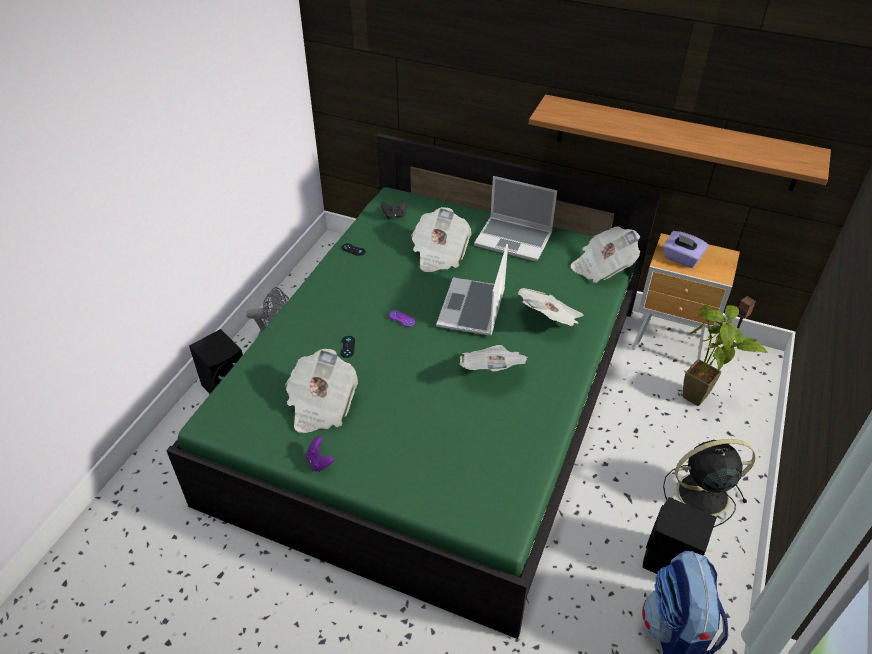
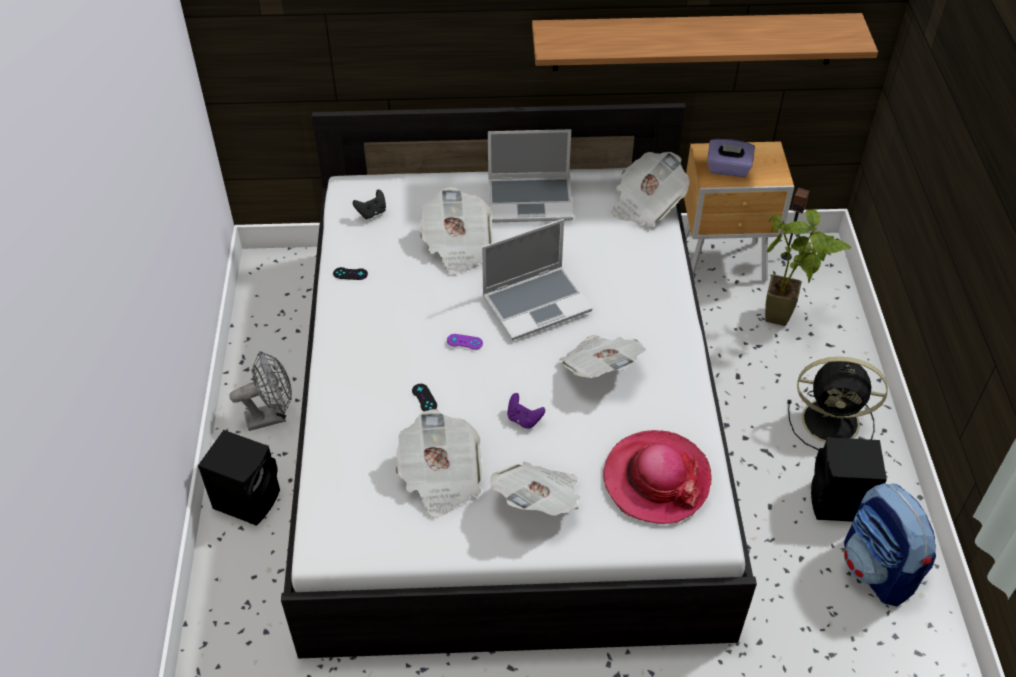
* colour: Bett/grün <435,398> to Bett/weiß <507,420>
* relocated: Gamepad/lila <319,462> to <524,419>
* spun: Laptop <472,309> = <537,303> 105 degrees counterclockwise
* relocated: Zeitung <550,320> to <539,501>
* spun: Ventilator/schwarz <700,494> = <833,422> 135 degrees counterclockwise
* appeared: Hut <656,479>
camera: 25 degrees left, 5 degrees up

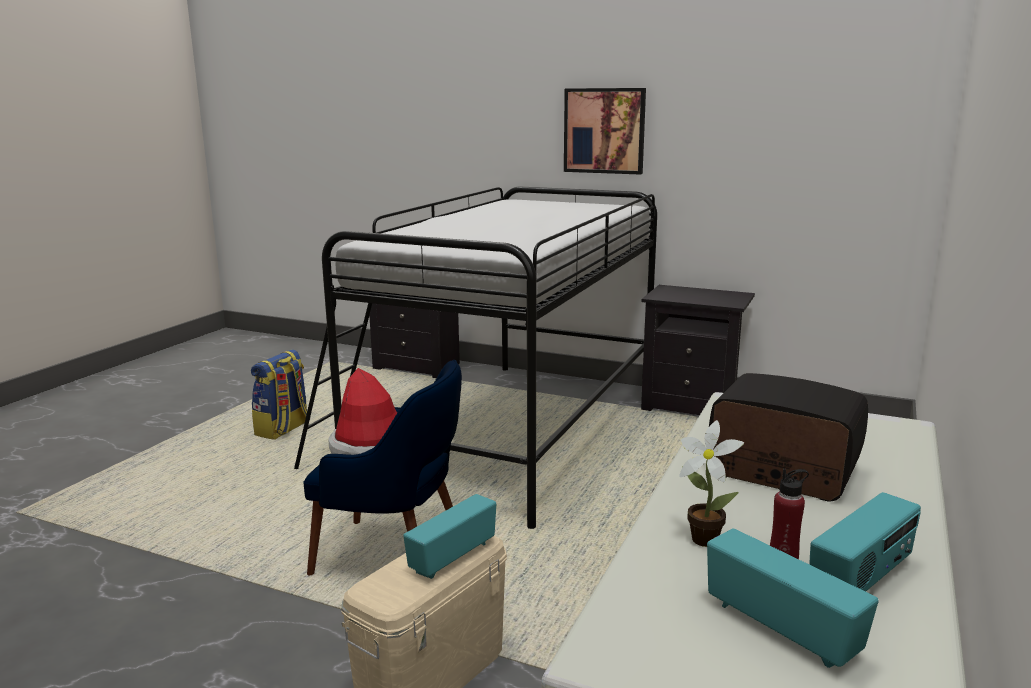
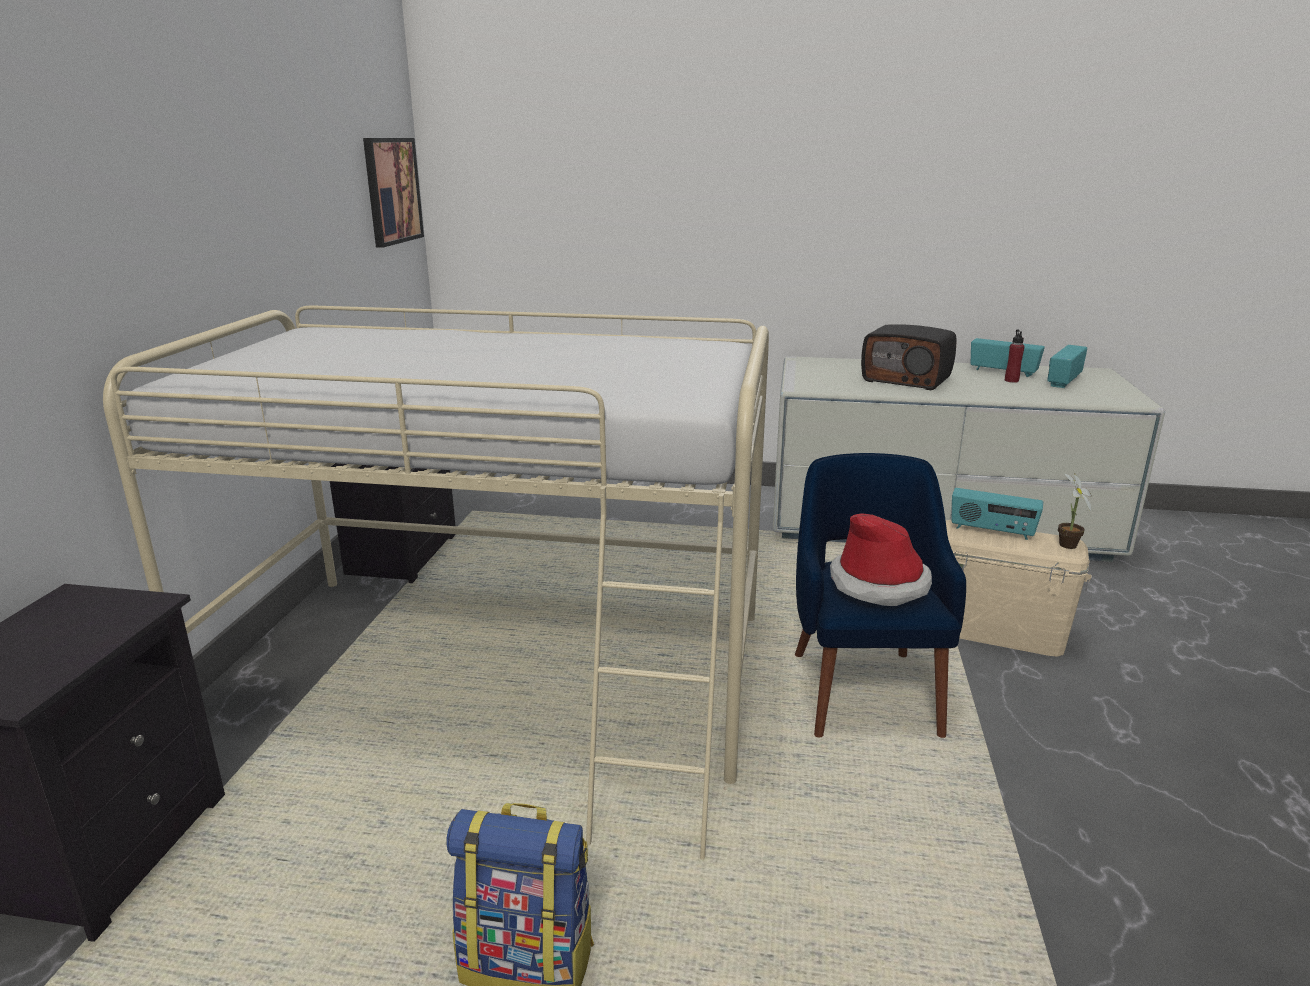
* colour: Bett/schwarz <509,432> to Bett/beige <500,669>
* relocated: Bild <604,131> to <392,191>
* relocated: Topfpflanze <701,537> to <1066,546>
* spun: Radio <781,471> = <907,379> 75 degrees counterclockwise
camera: 105 degrees left, 5 degrees up

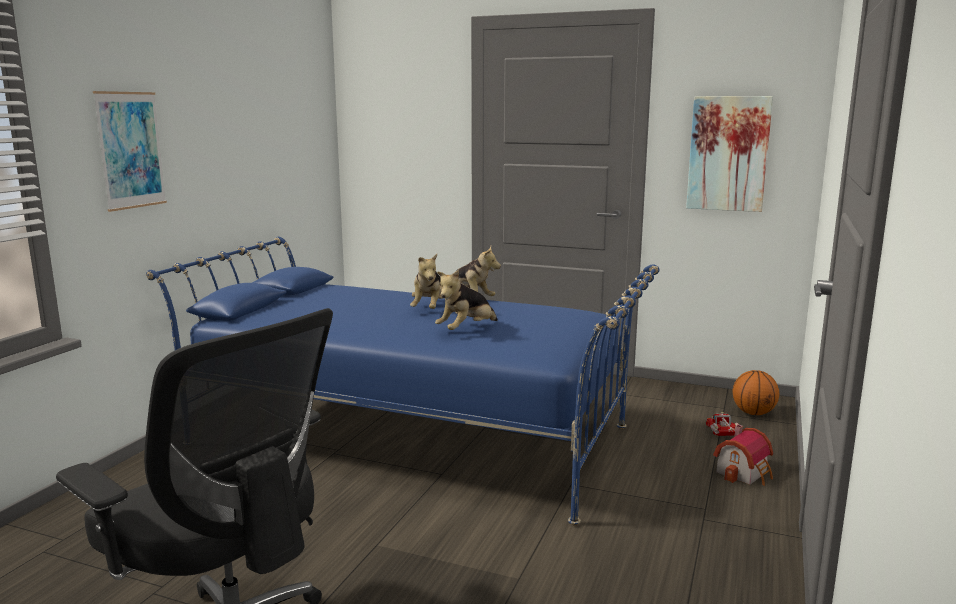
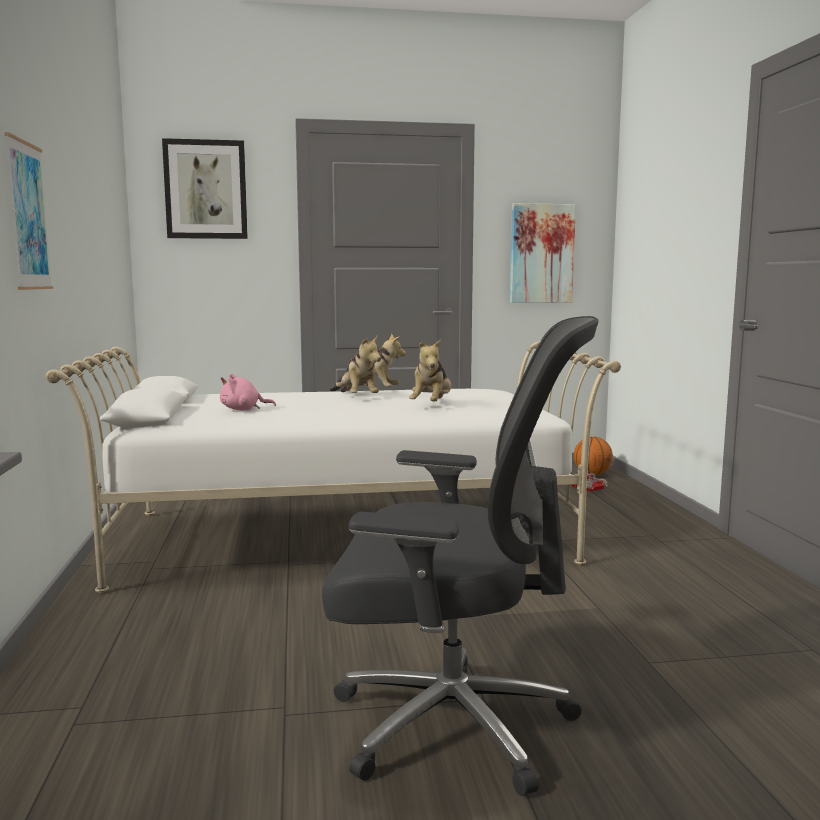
* colour: Bett/blau <410,436> to Bett/weiß <344,538>
* missing: Spielzeughaus <745,473>
* appeared: Bild <206,190>
* appeared: Plüschtier/rosa <243,410>
camera: 30 degrees left, 5 degrees down

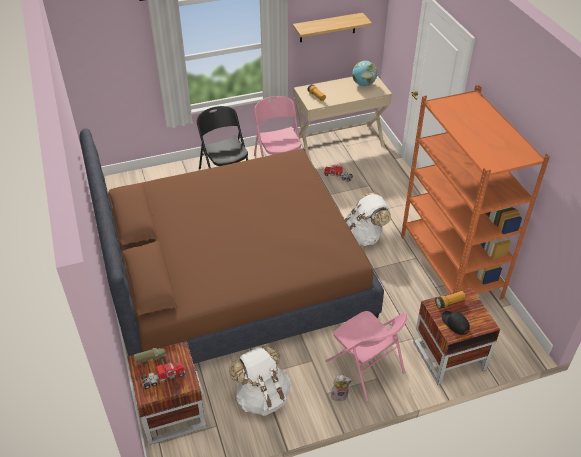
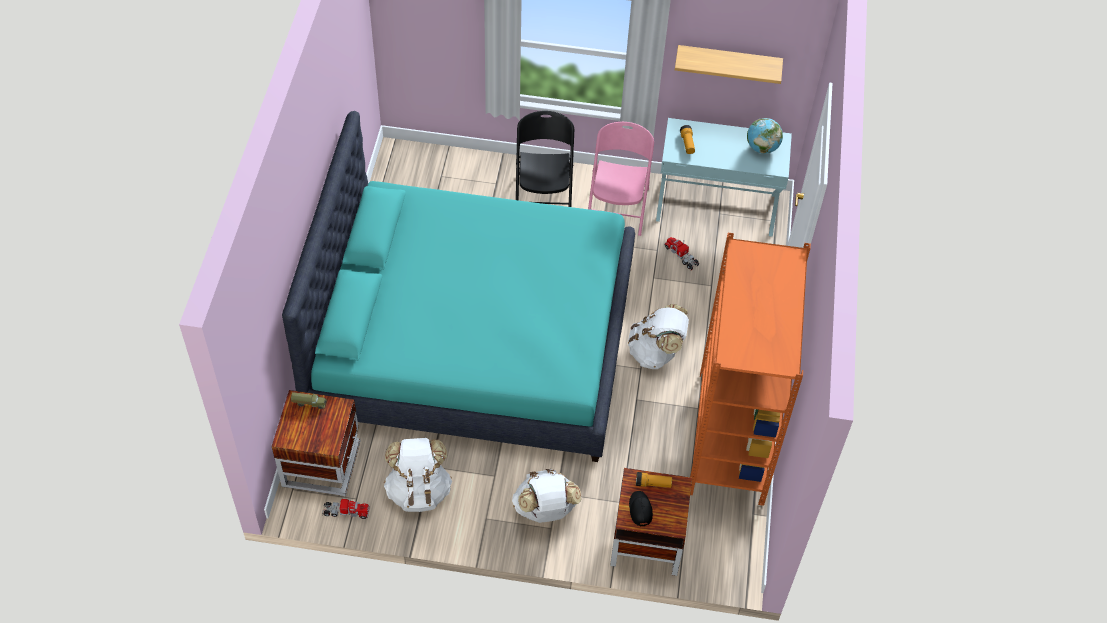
* colour: Bett/braun <234,276> to Bett/türkis <472,338>
* relocated: Spielzeuglaster <163,378> to <346,512>
* colour: Schreibtisch/beige <339,143> to Schreibtisch/türkis <716,206>
* exchanged: Stuhl/rosa <365,367> to Rucksack/weiß <545,510>
* missing: Plüschtier <339,395>
camera: 25 degrees right, 10 degrees up

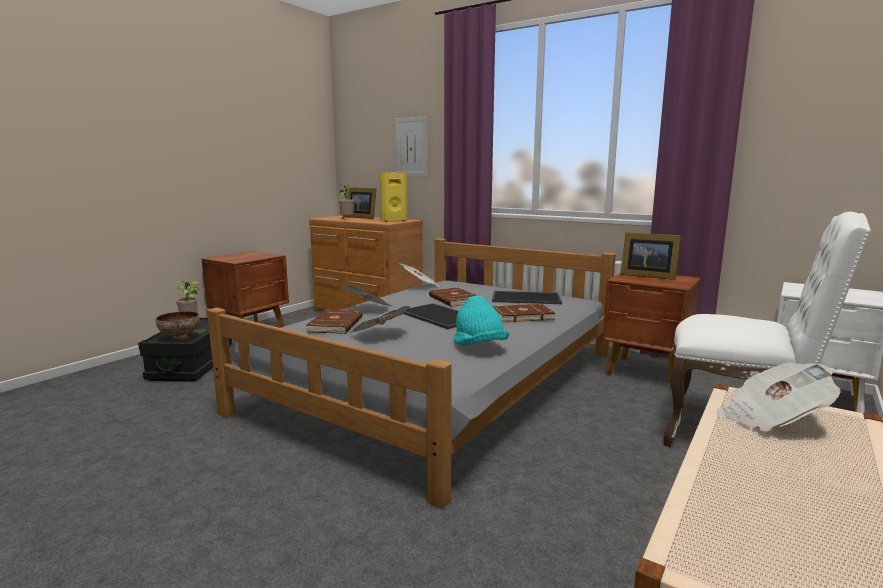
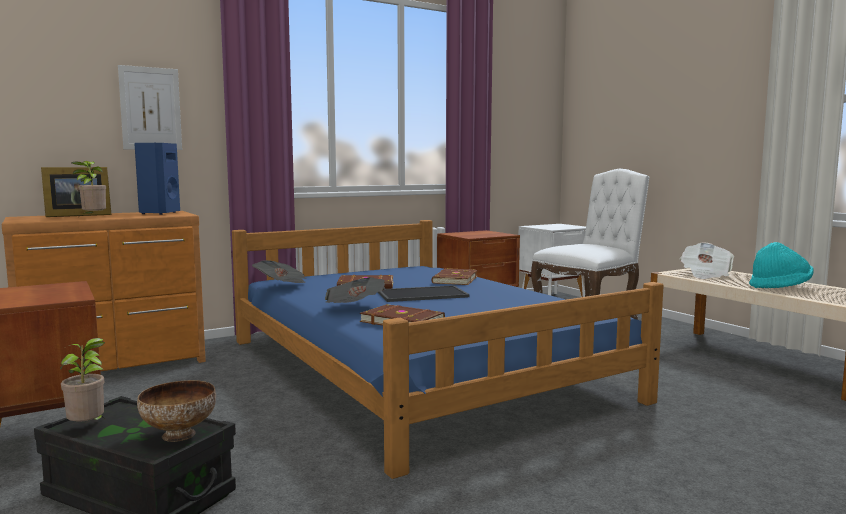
* colour: Bett/grau <440,381> to Bett/blau <418,368>
* missing: Zeitung <380,335>
* colour: Lautsprecher/gelb <393,220> to Lautsprecher/blau <158,213>
* relocated: Hut/türkis <479,347> to <780,287>
* missing: Tablett <526,298>
* missing: Bilderrahmen <646,276>
camera: 65 degrees left, 5 degrees down

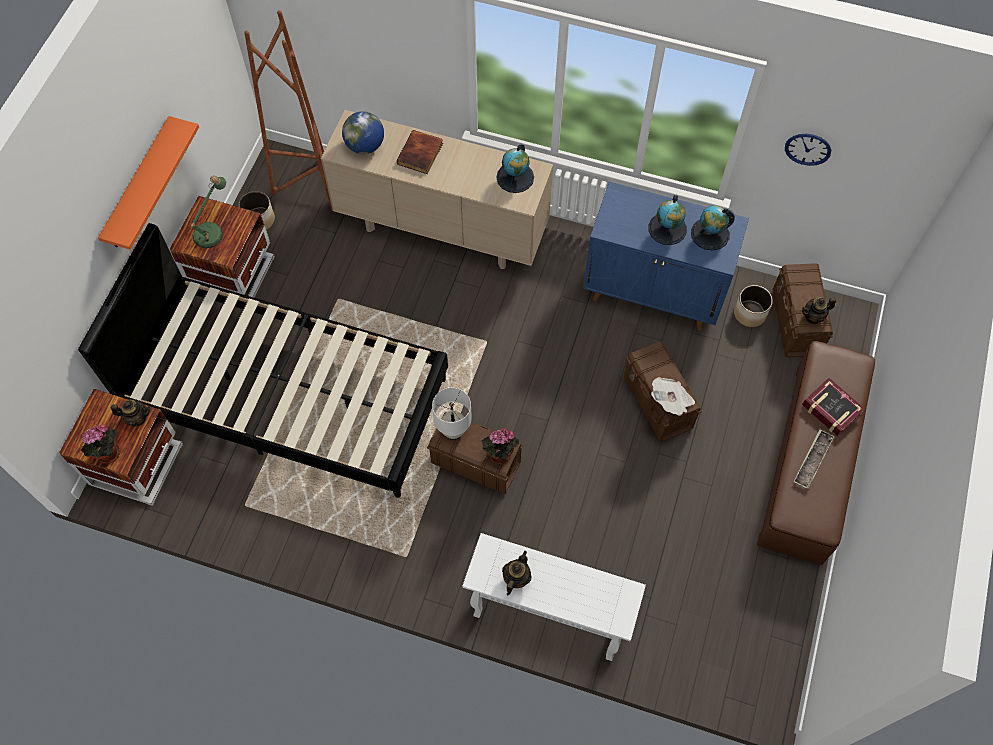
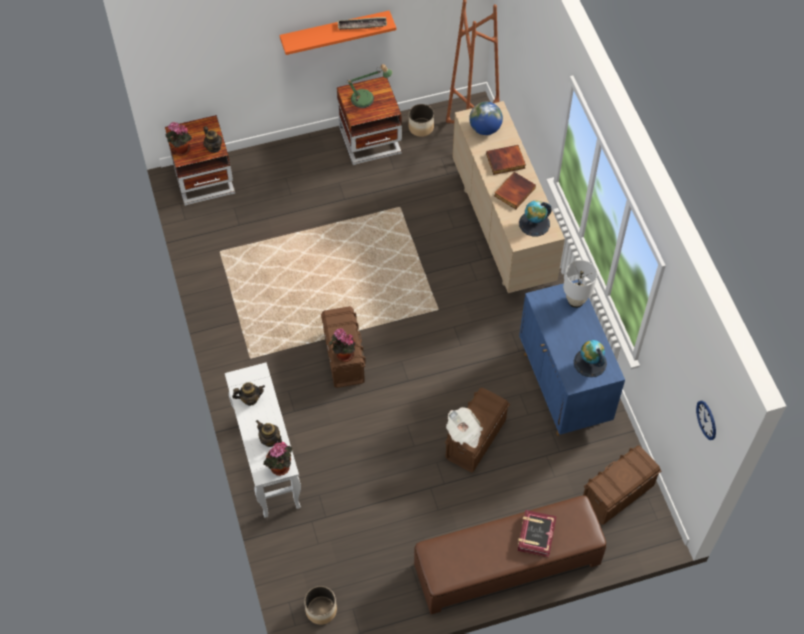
* missing: Bett/schwarz <288,395>
* relocated: Tischlampe/weiß <453,430> to <575,301>
* missing: Globus <667,228>
* relocated: Pflanzkübel <749,314> to <320,610>
* relocated: Wanduhr <807,149> to <706,420>
* relocated: Tablett <812,461> to <362,25>
* relocated: Teekanne <813,317> to <270,440>
* appeared: Topfpflanze <280,469>
* appeared: Buch <514,191>
camera: 55 degrees right, 5 degrees down

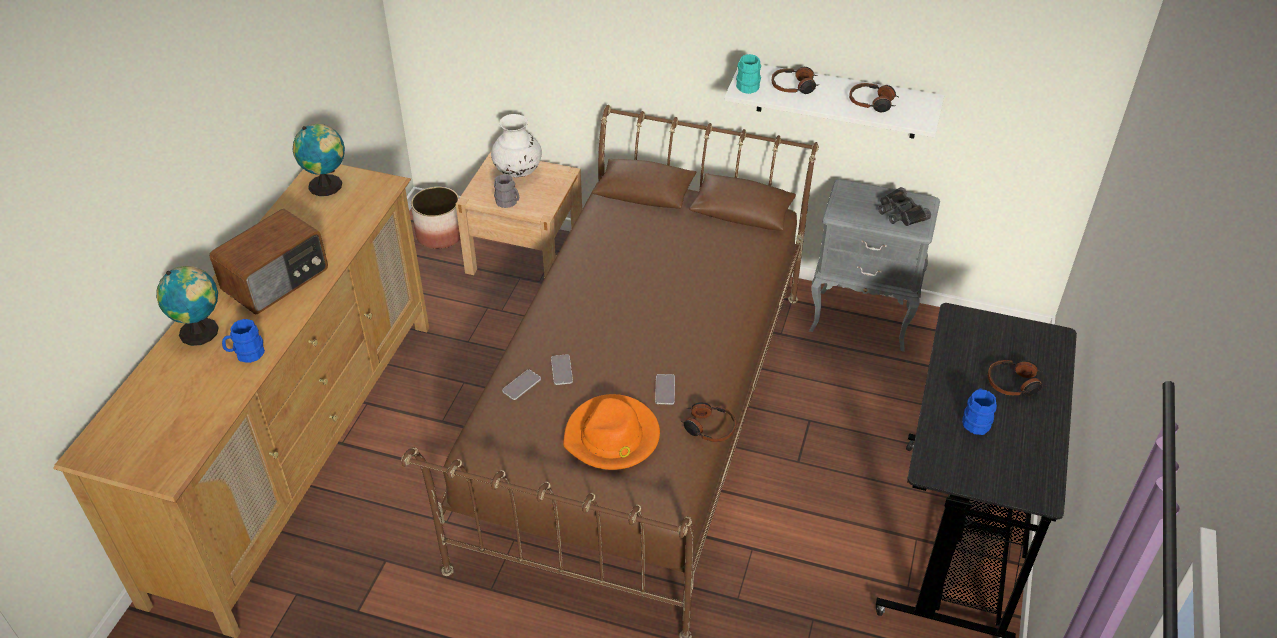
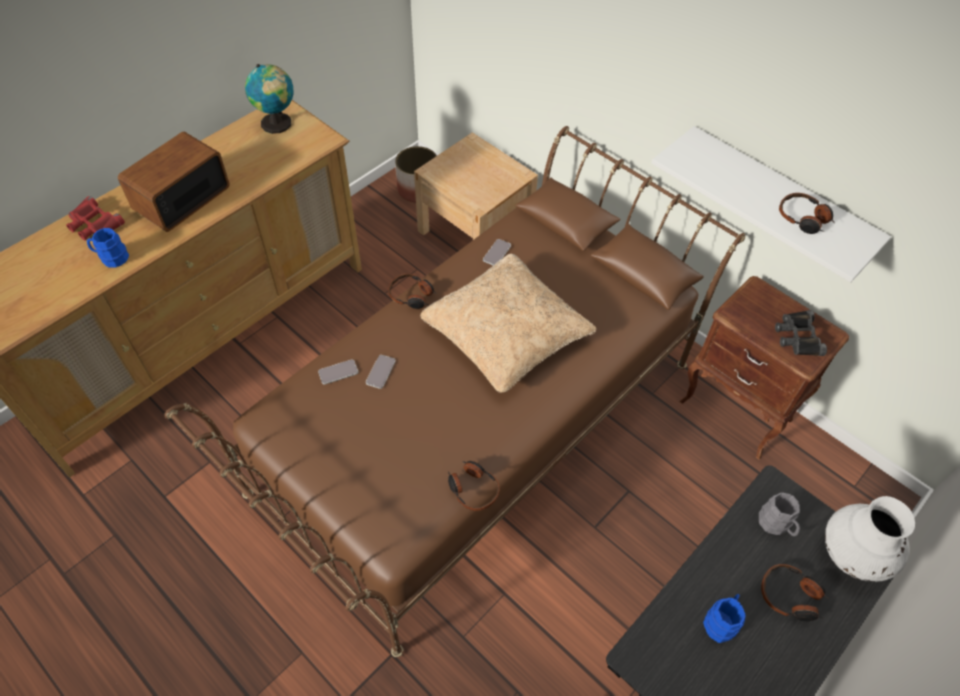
* exchanged: Globus <202,332> to Fernglas/rot <94,224>
* spun: Radio <277,280> = <180,198> 150 degrees clockwise
* relocated: Vase/weiß <518,172> to <852,555>
* relocated: Henkelbecher/grau <508,203> to <776,525>
* missing: Hut/orange <612,437>
* relocated: Handy <665,390> to <497,253>
* missing: Henkelbecher/türkis <749,85>
* relocated: Kopfhörer <794,87> to <412,295>
* colour: Nachttisch/grau <862,320> to Nachttisch/braun <736,411>
* appeared: Kissen/beige <506,333>
camera: 25 degrees right, 10 degrees up

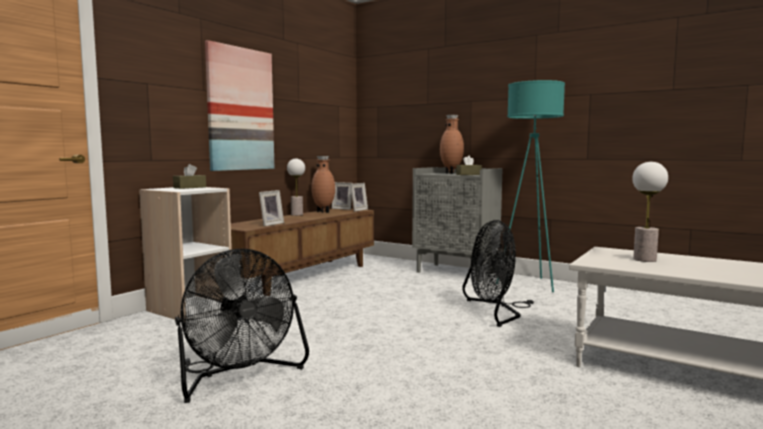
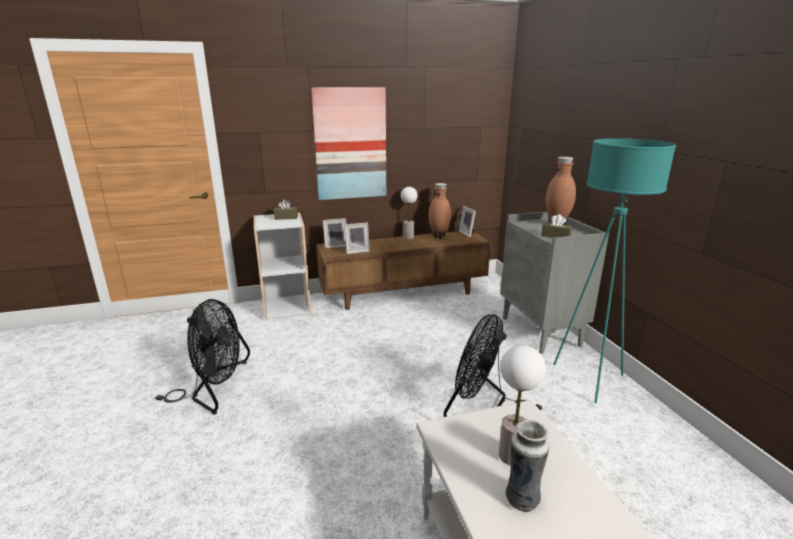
* spun: Ventilator/schwarz <233,376> = <213,387> 90 degrees counterclockwise
* relocated: Bilderrahmen <357,210> to <335,246>
* appeared: Vase <522,498>
camera: 40 degrees right, 15 degrees up

